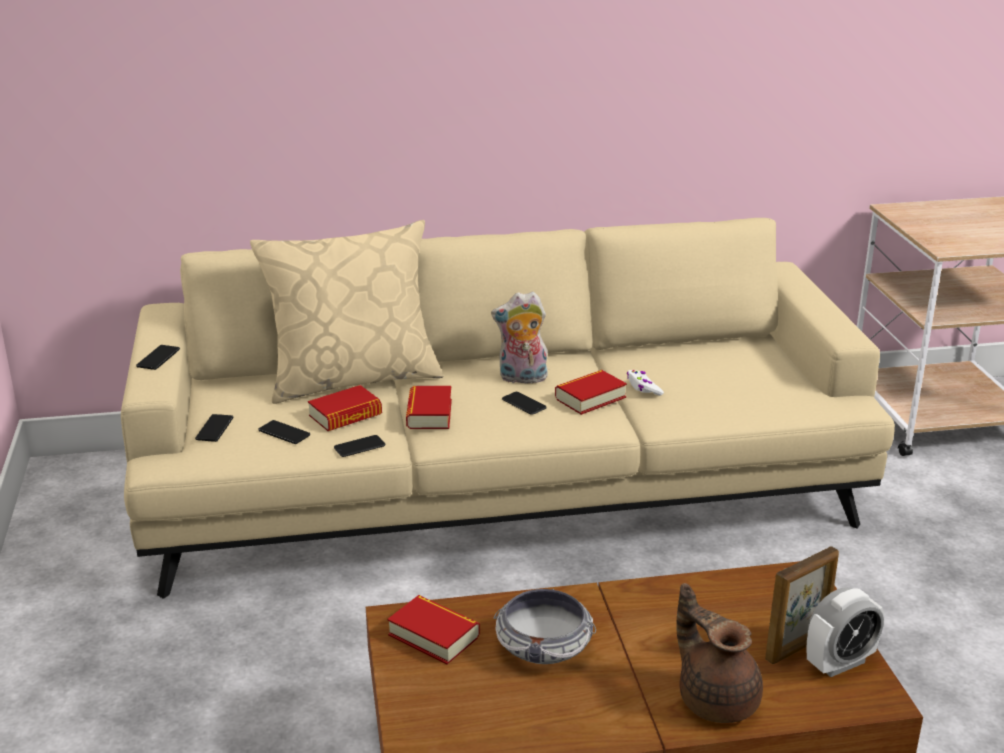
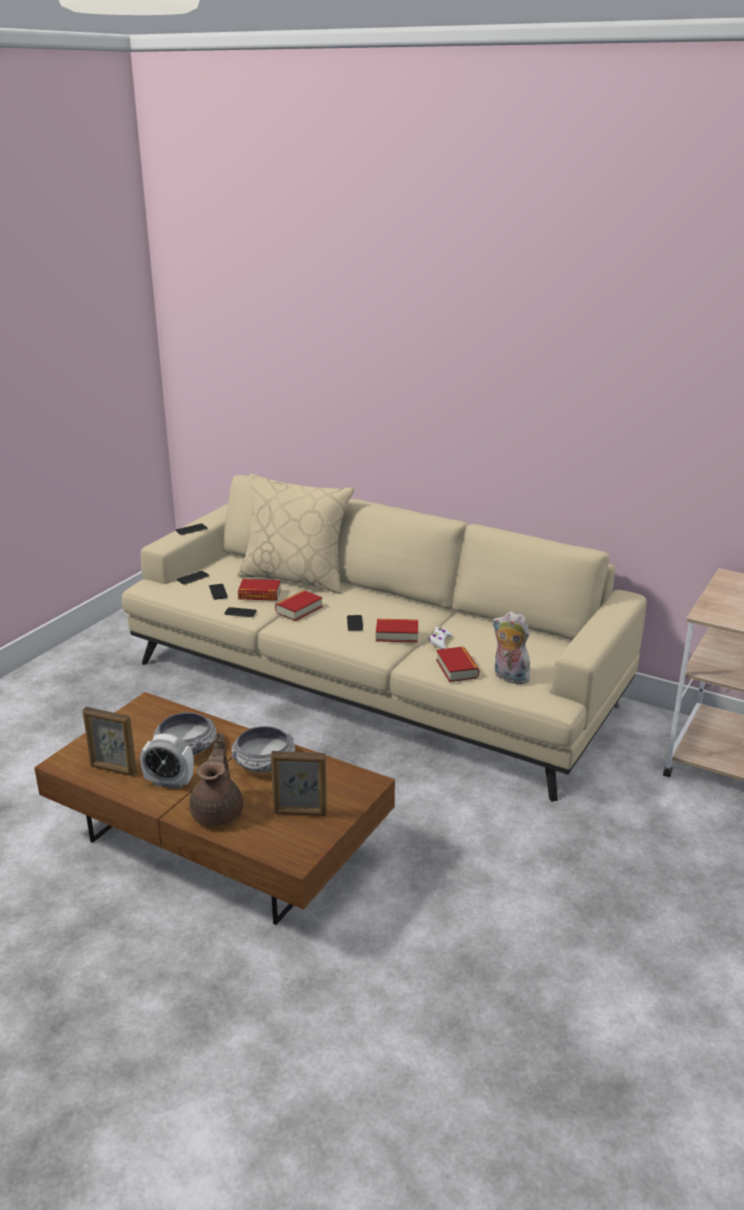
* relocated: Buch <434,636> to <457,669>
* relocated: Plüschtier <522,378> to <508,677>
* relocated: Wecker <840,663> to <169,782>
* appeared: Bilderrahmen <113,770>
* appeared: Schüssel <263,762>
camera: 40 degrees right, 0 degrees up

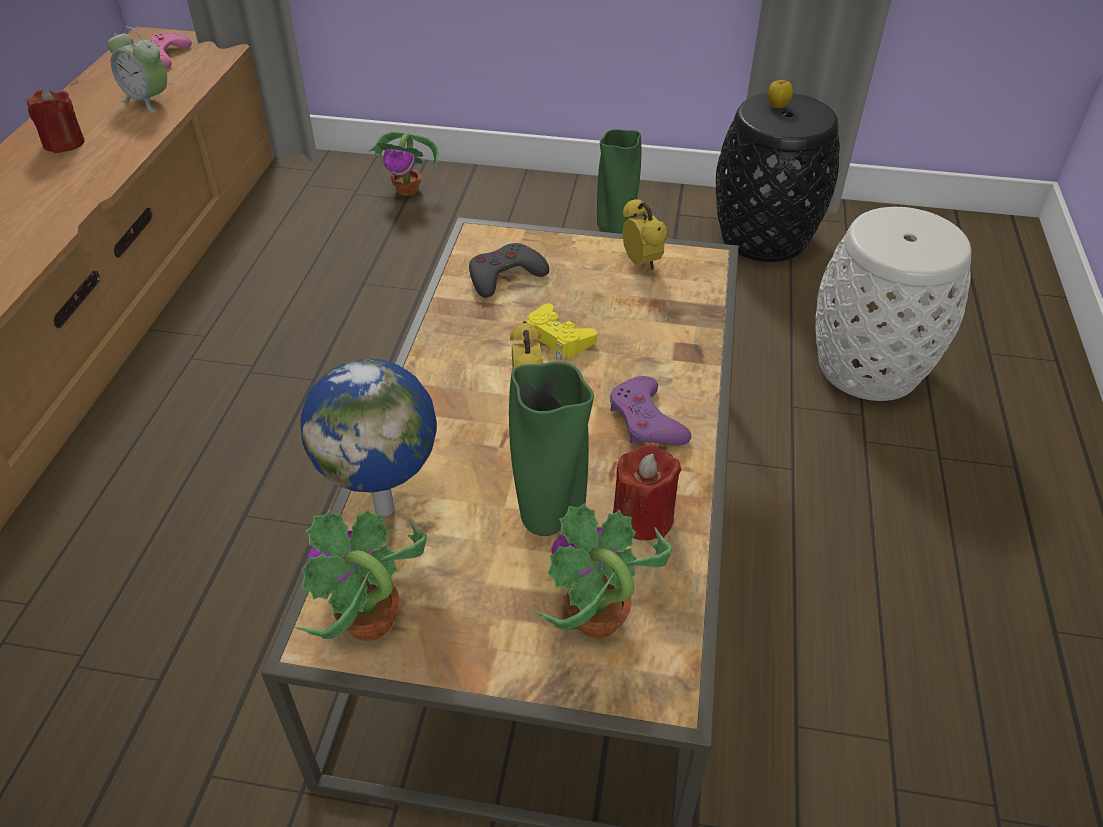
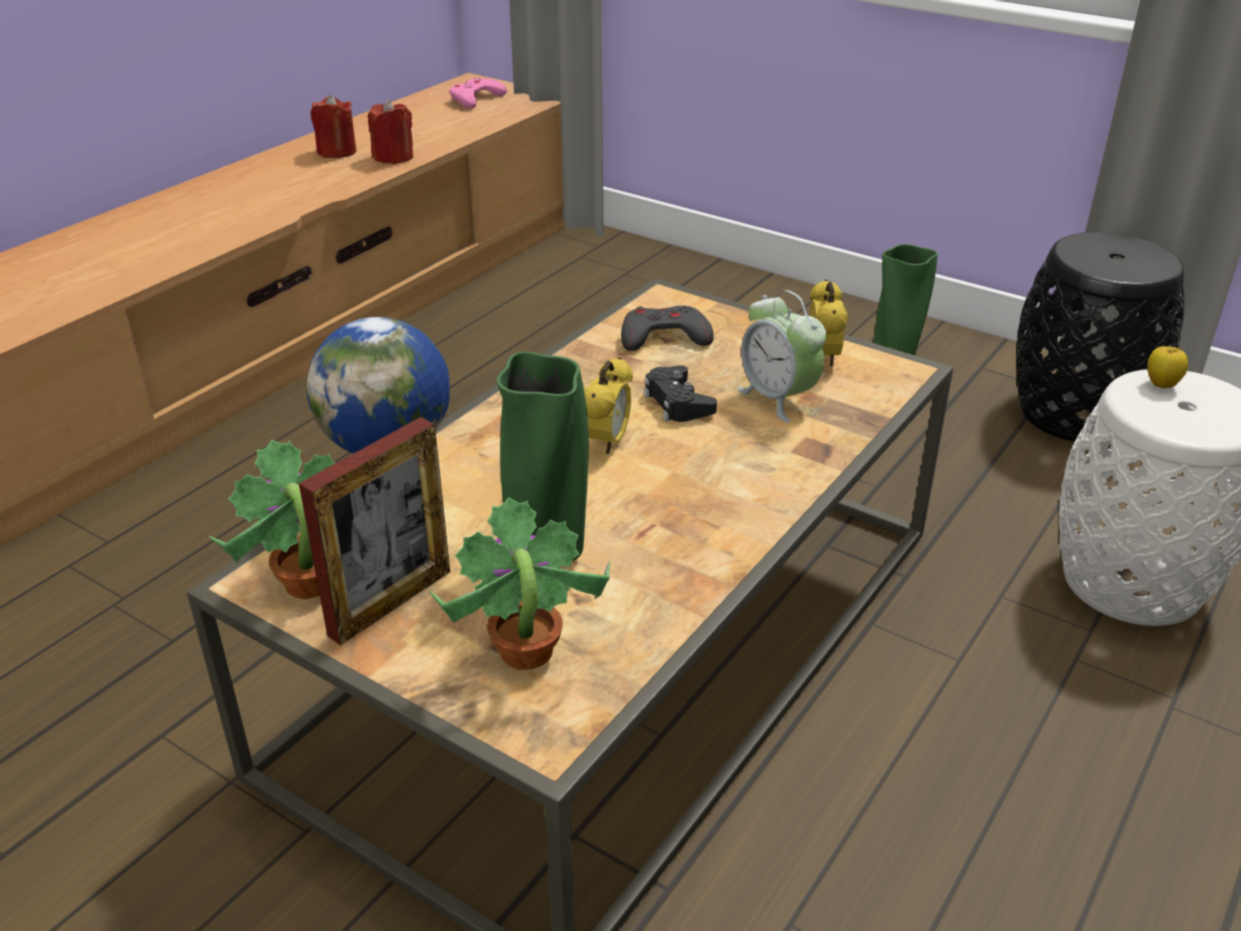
* relocated: Wecker <148,101> to <778,398>
* missing: Topfpflanze <408,190>
* colour: Gamepad/gelb <558,338> to Gamepad/schwarz <677,402>
* missing: Gamepad/lila <646,420>
* relocated: Kerze/rot <643,517> to <393,157>
* relocated: Apfel <777,106> to <1161,385>
* appeared: Bilderrahmen <390,603>
camera: 25 degrees right, 10 degrees down

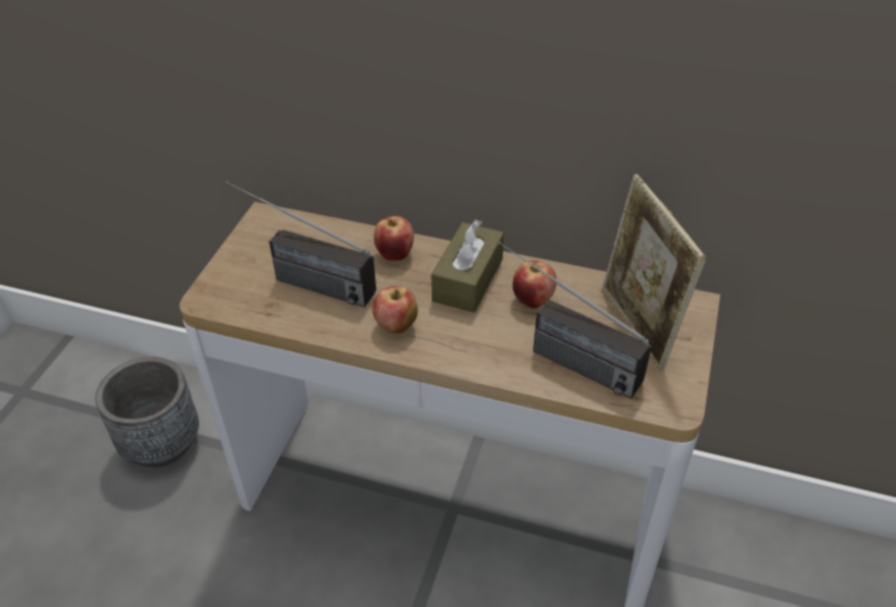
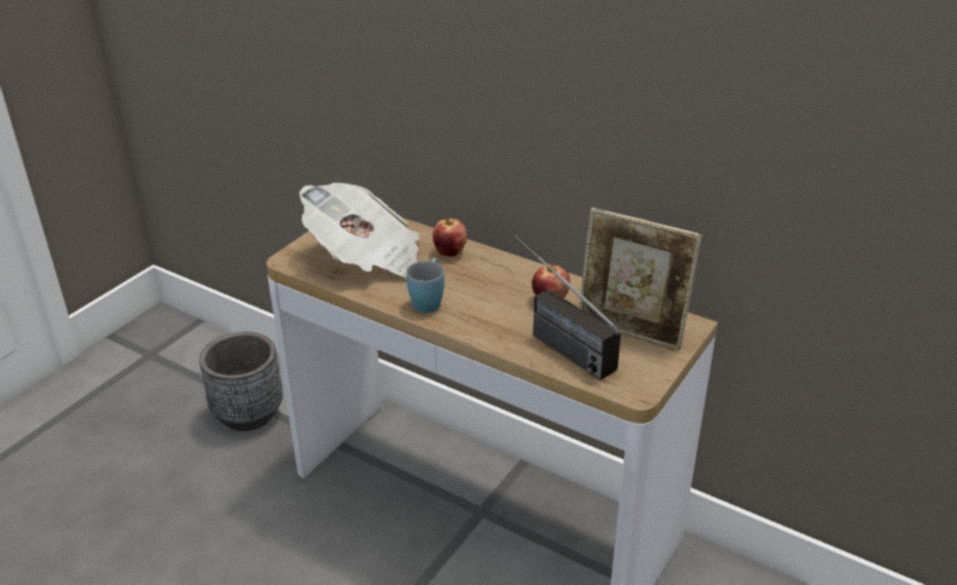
* exchanged: Radio <300,280> to Zeitung <366,258>
* exchanged: Apfel <396,326> to Henkelbecher/blau <428,300>
* missing: Taschentuchbox/braun <468,280>
* spun: Bilderrahmen <637,326> = <631,332> 60 degrees counterclockwise
camera: 15 degrees right, 10 degrees down

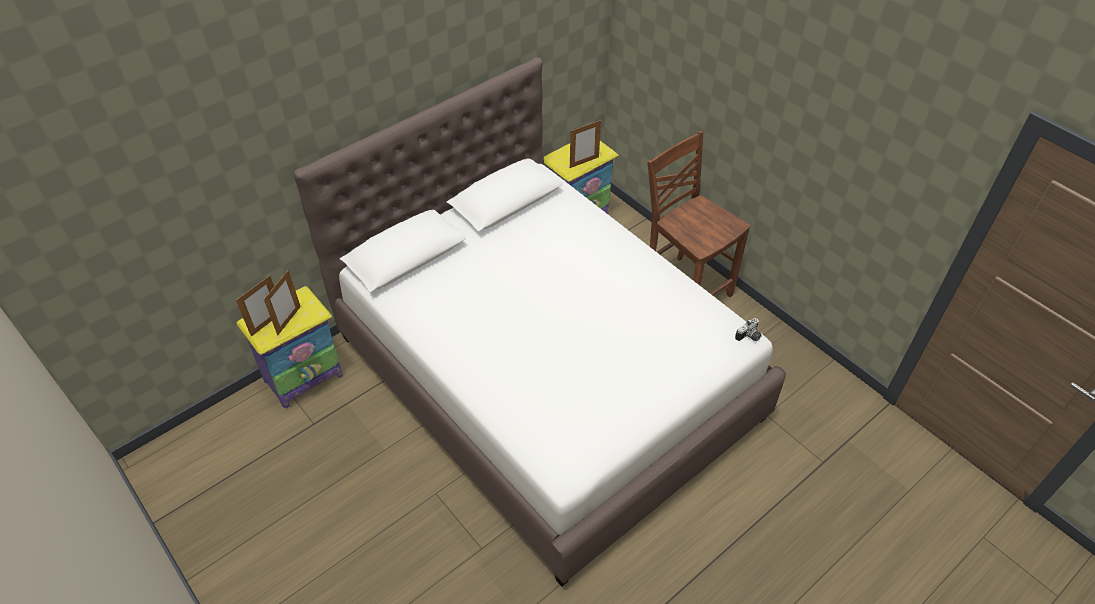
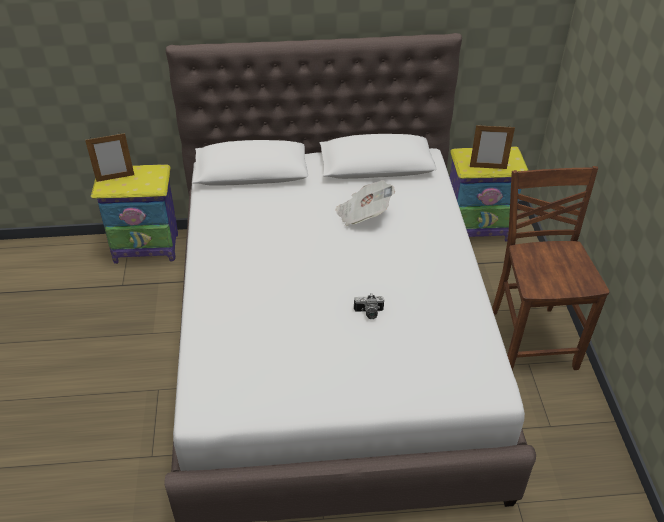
* missing: Bilderrahmen <289,320>
* relocated: Kamera <749,337> to <369,313>
* appeared: Zeitung <363,214>
camera: 35 degrees right, 5 degrees down

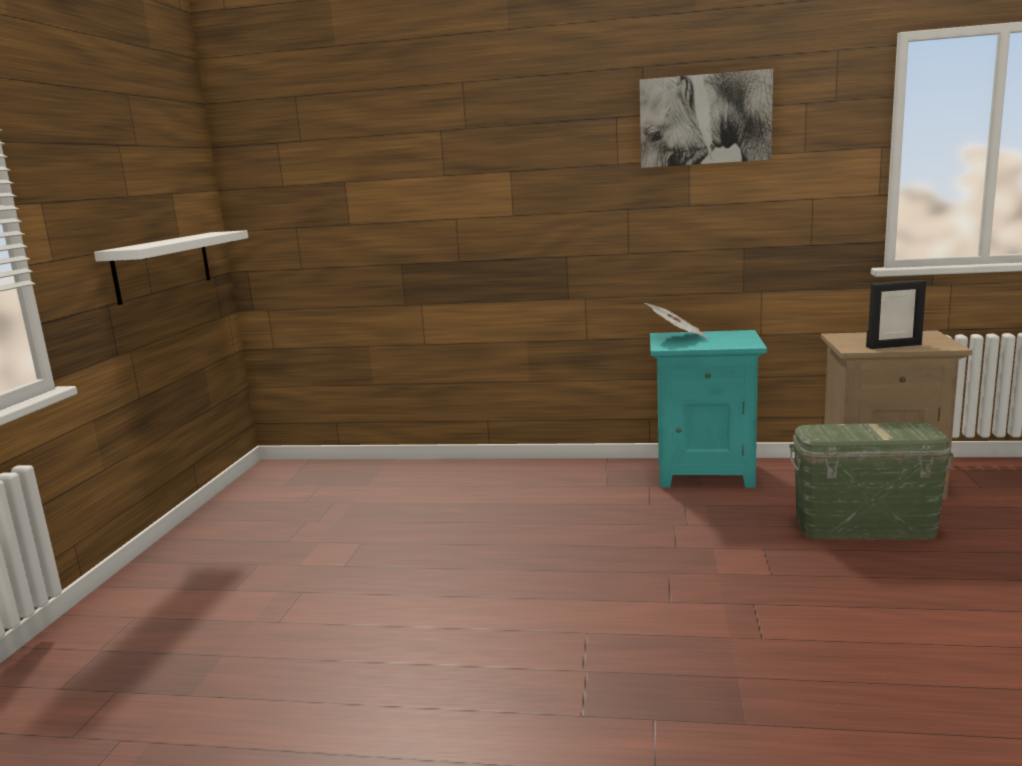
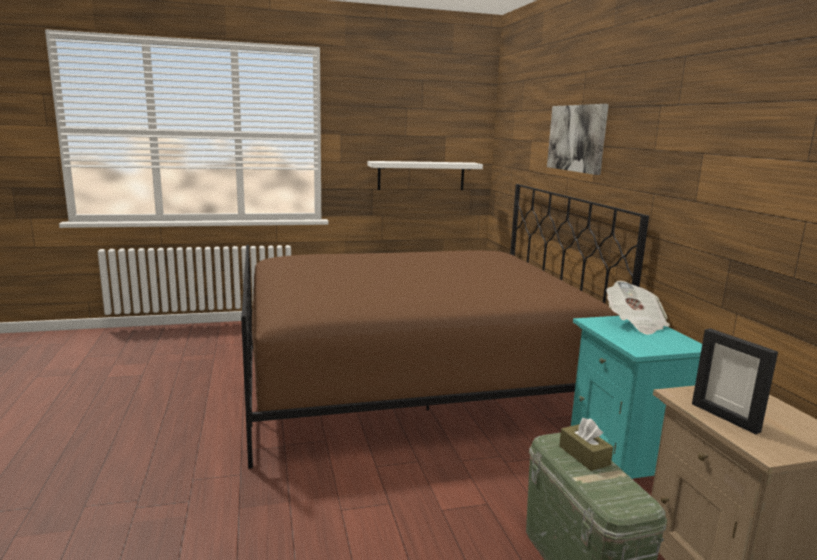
* relocated: Bild <704,119> to <577,138>
* appeared: Bett/braun <412,382>
* appeared: Taschentuchbox/braun <584,455>
camera: 65 degrees right, 0 degrees up

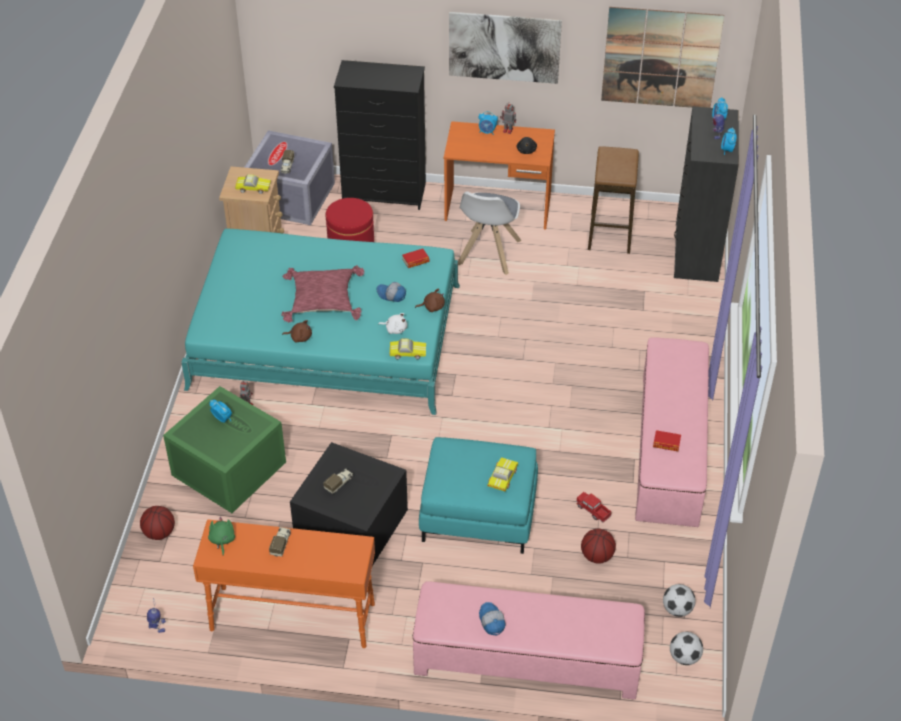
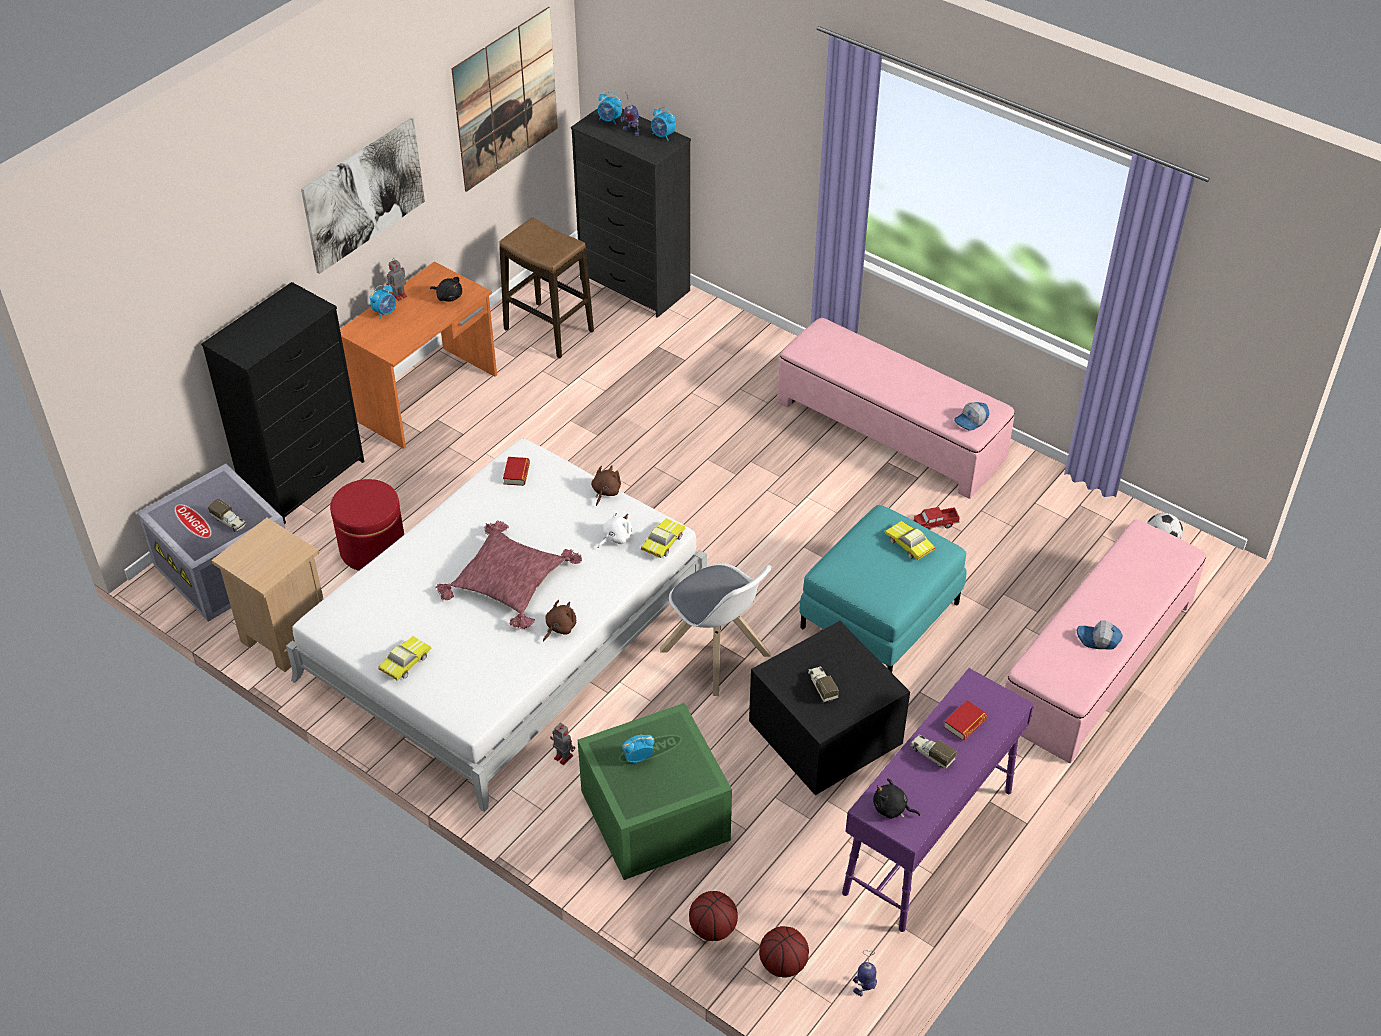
* colour: Bett/türkis <326,336> to Bett/weiß <505,633>
* colour: Konsolentisch/orange <292,616> to Konsolentisch/lila <927,841>
* colour: Plüschtier/grün <222,540> to Plüschtier/schwarz <892,809>
* relocated: Spielzeugauto <253,187> to <404,662>
* relocated: Kappe <391,295> to <971,421>
* relocated: Stuhl <488,253> to <717,655>
* relocated: Basketball <597,556> to <783,964>
* relocated: Buch <666,443> to <964,723>
* missing: Fußball <677,609>
camera: 60 degrees left, 0 degrees up

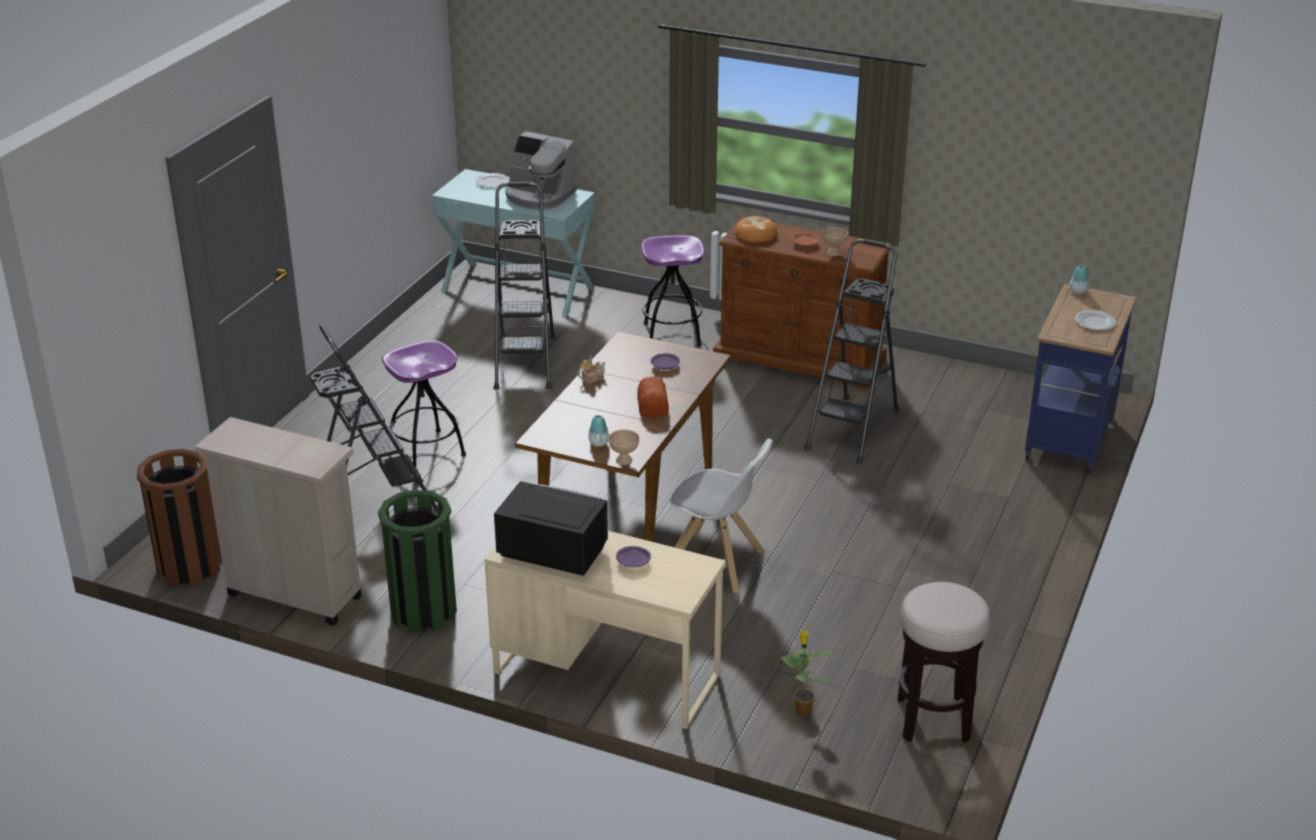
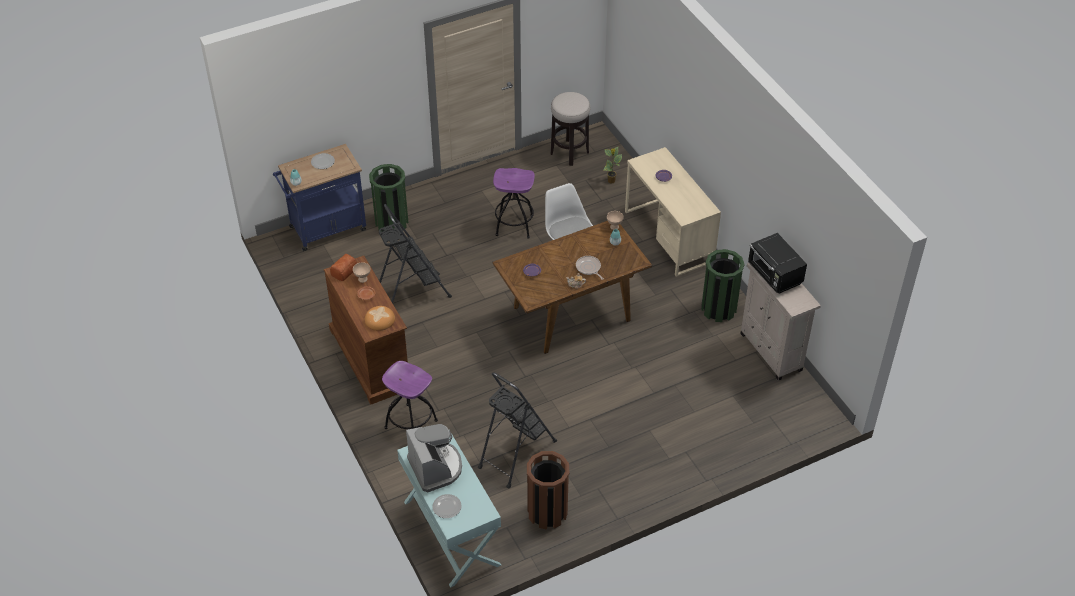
* relocated: Mülleimer/braun <189,567> to <547,512>
* missing: Trittleiter <372,510>
* relocated: Hocker/lila <427,451> to <514,225>
* relocated: Mikrowelle/schwarz <552,553> to <774,275>
* relocated: Brot <653,405> to <343,271>
* appeared: Mülleimer/grün <391,222>
* appeared: Pfanne <589,268>
camera: 140 degrees left, 15 degrees up

